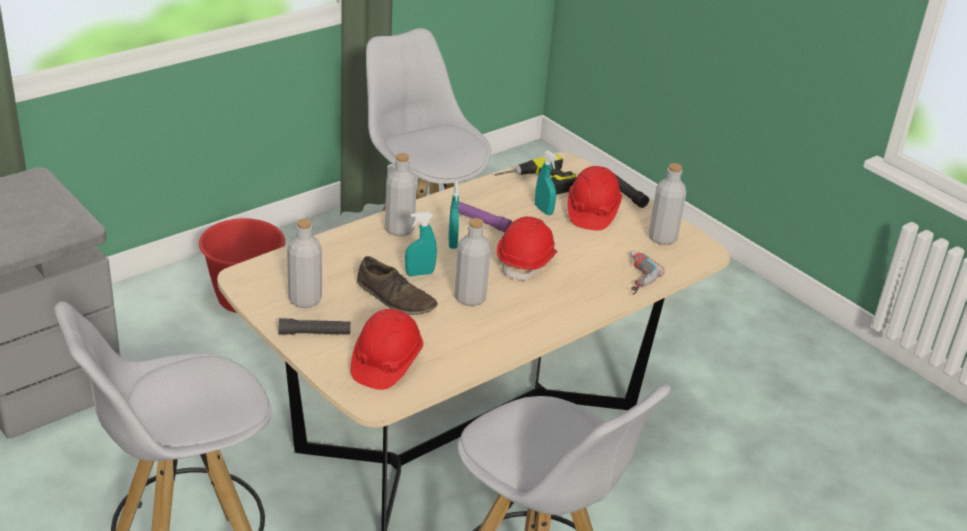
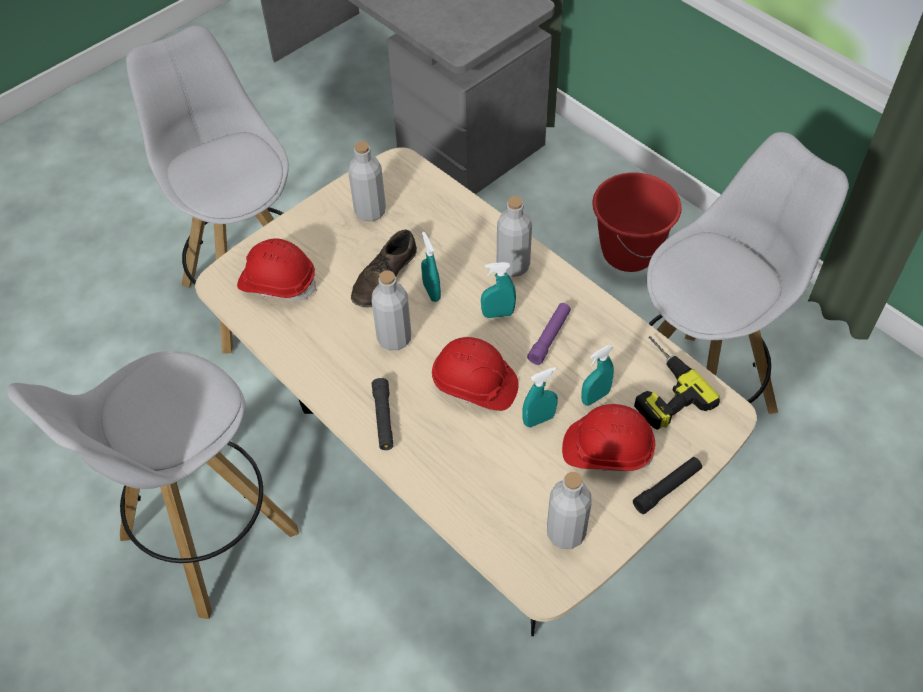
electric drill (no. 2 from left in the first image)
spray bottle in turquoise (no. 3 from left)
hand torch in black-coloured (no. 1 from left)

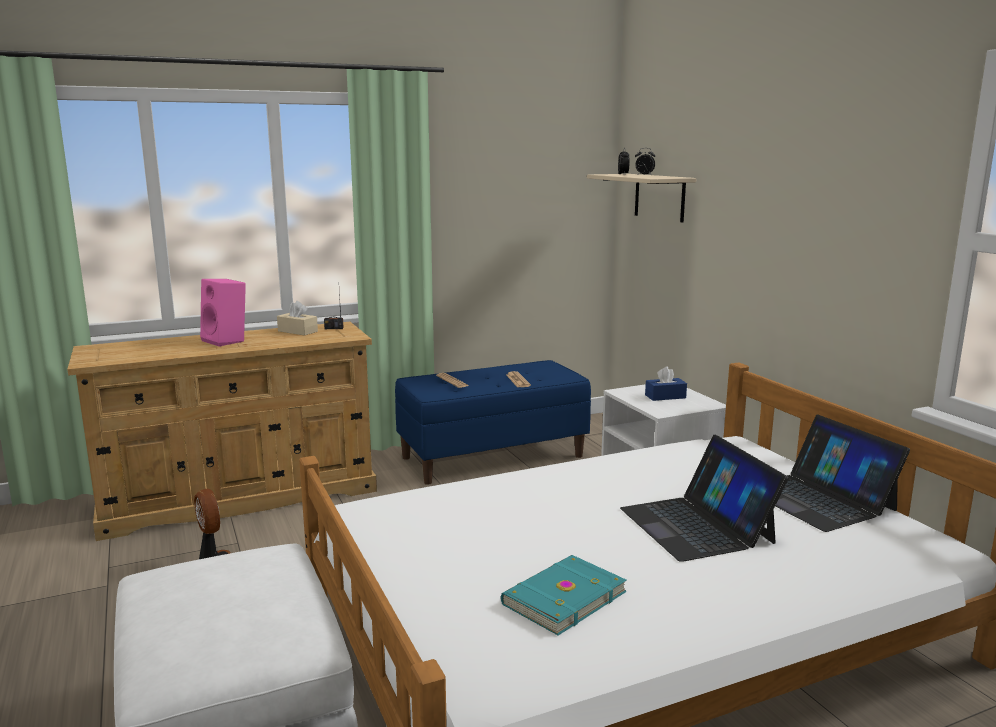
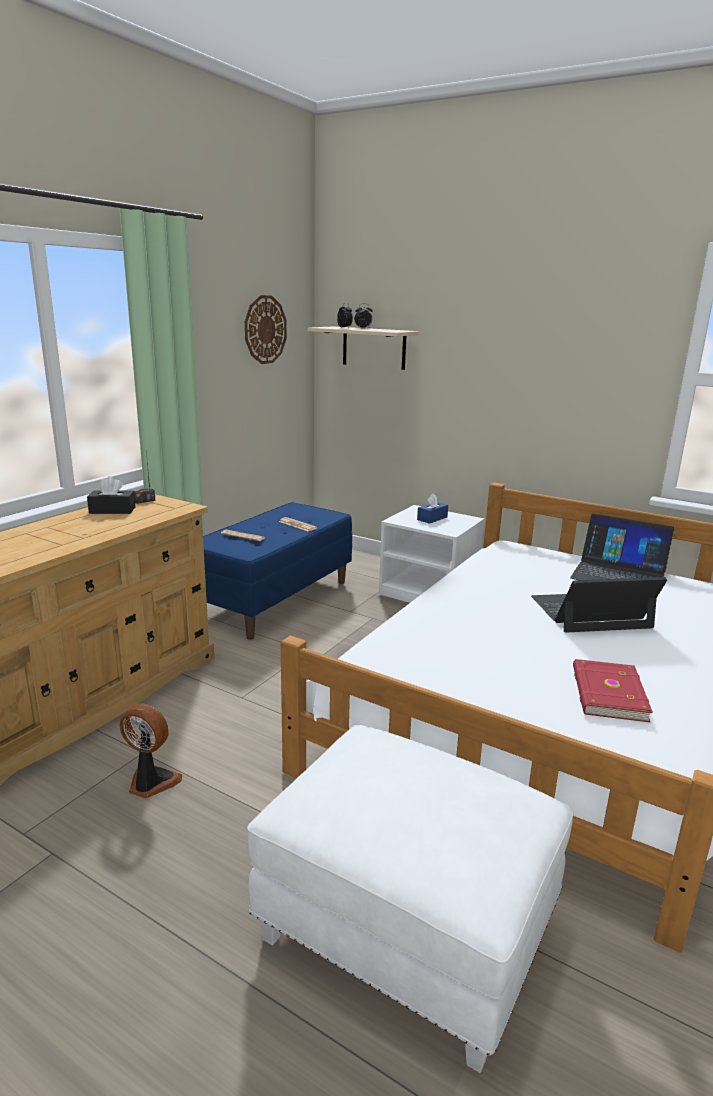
loudspeaker in pinkish
wall clock
tissue holder in black-coloured
book in red
notebook computer (no. 1 from left)

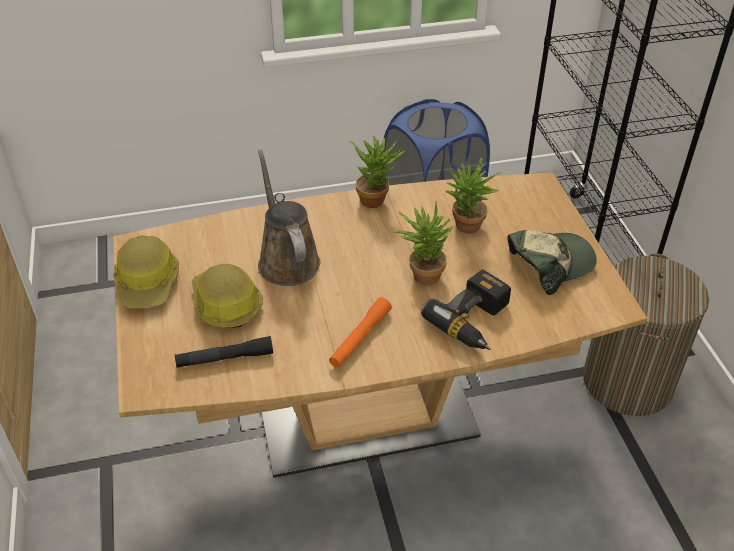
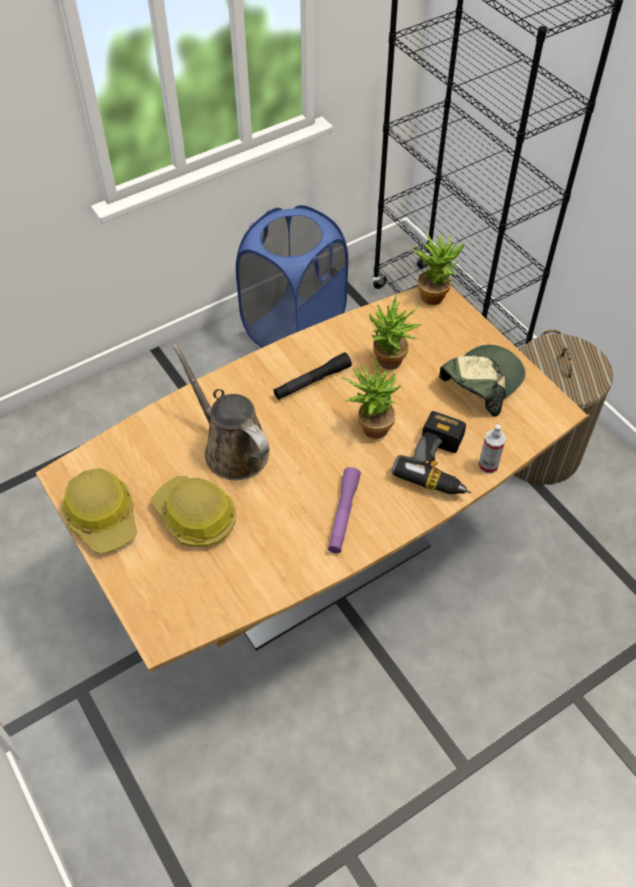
spray bottle
hand torch in black-coloured
houseplant (no. 3 from left)
hand torch in purple

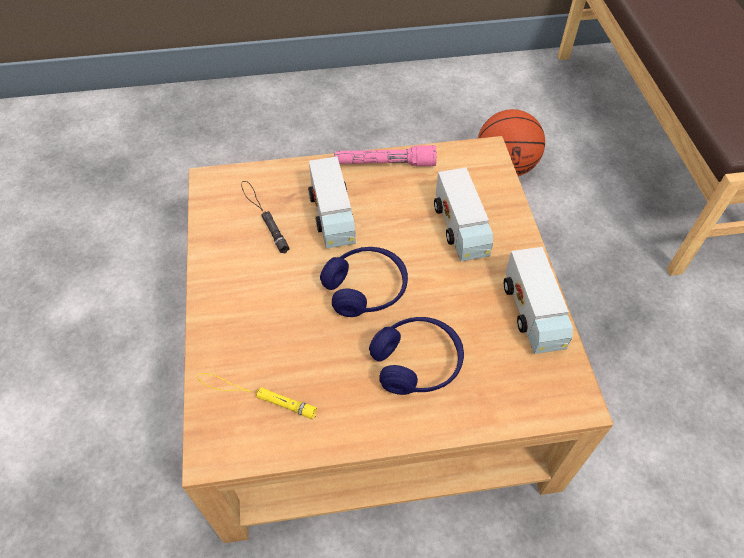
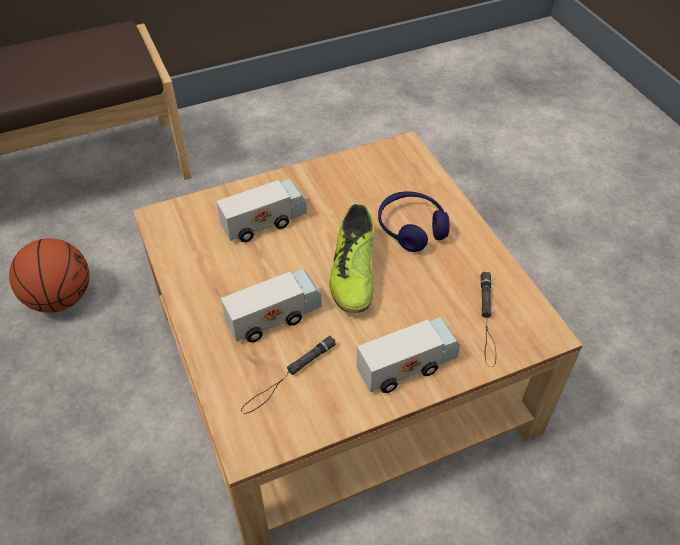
hand torch in pinkish
toy lorry (no. 3 from left)
low shoe
hand torch in black-coloured (no. 2 from left)

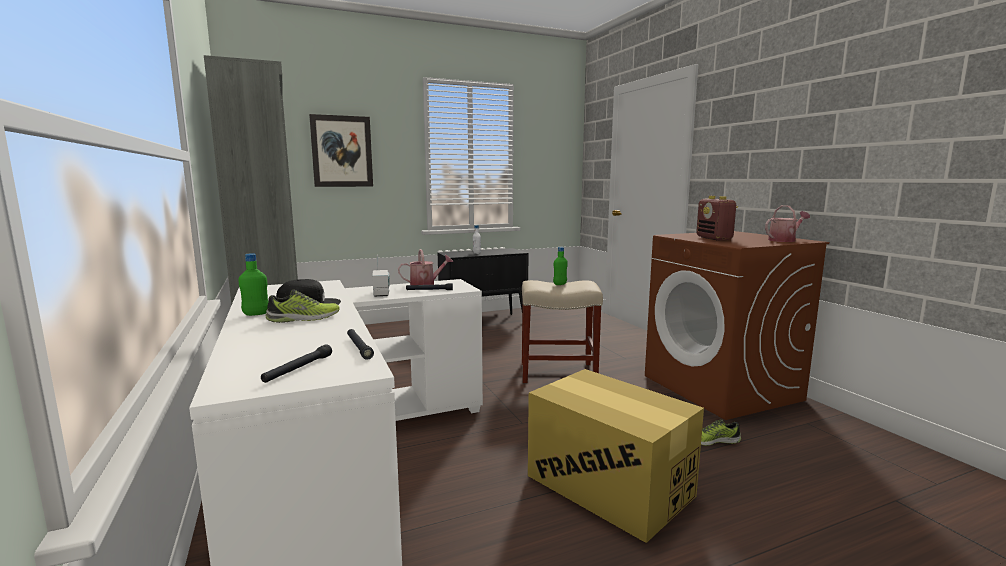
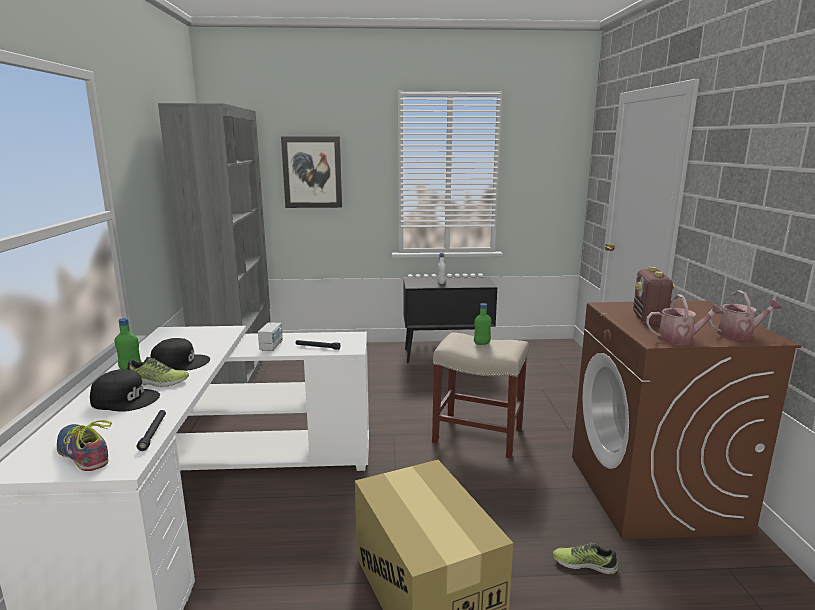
cap in black-coloured (no. 1 from left)
watering can (no. 1 from left)
low shoe (no. 1 from left)

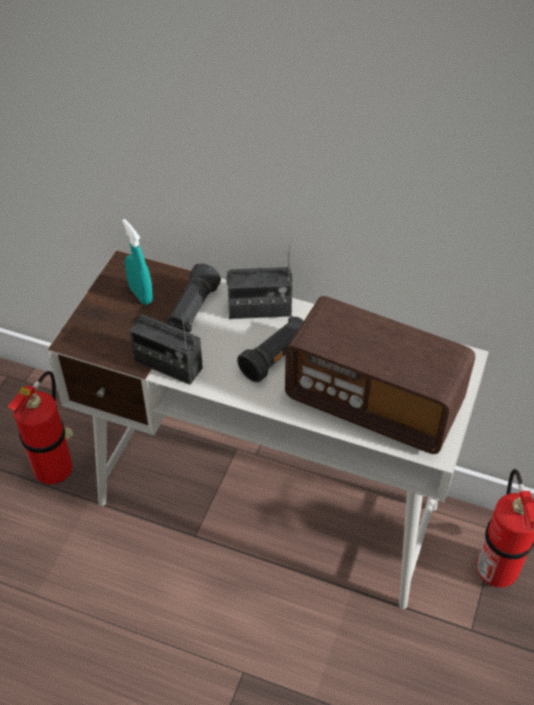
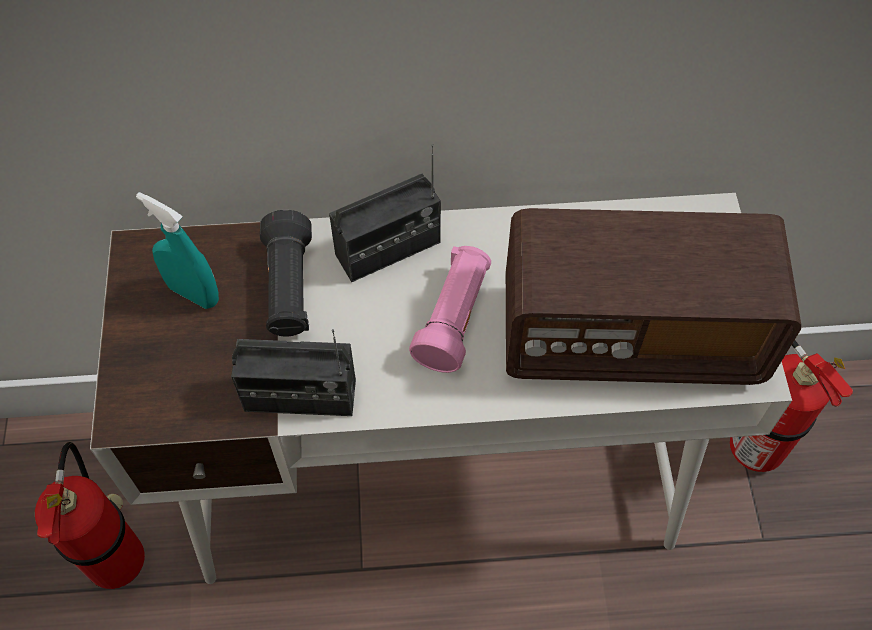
hand torch in pinkish

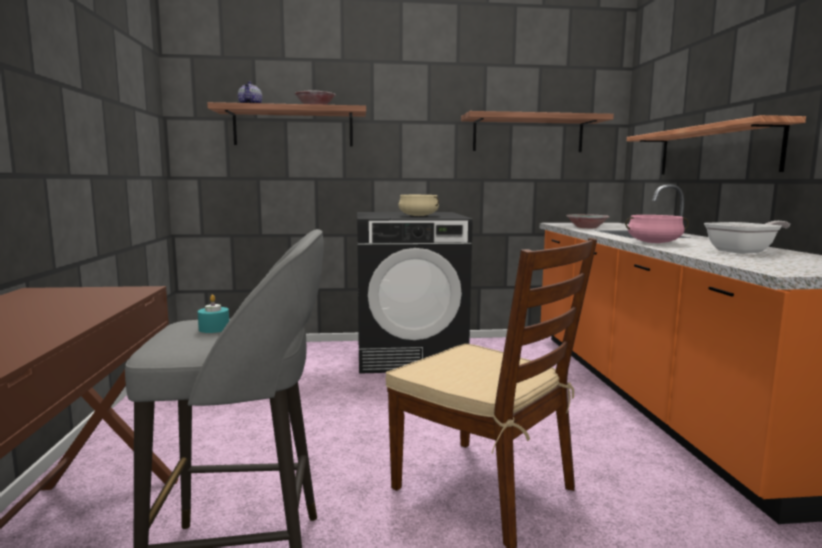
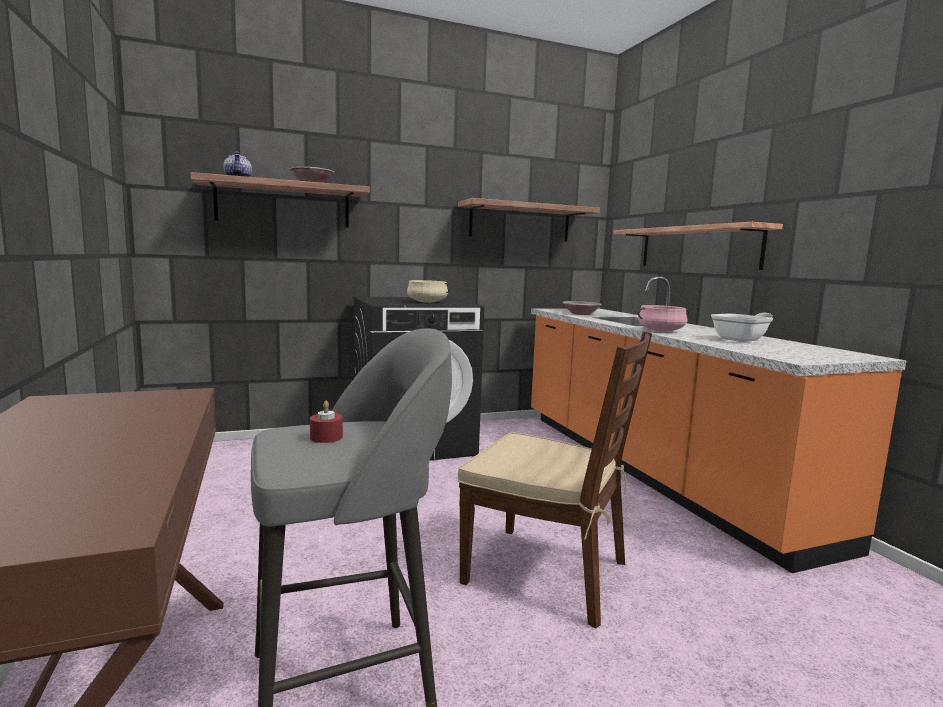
wax candle in red

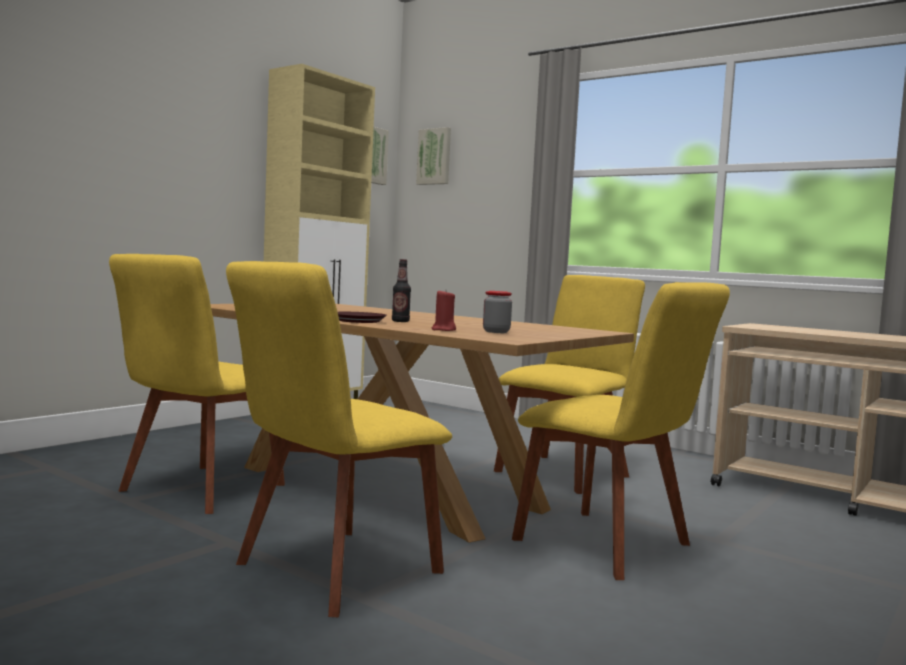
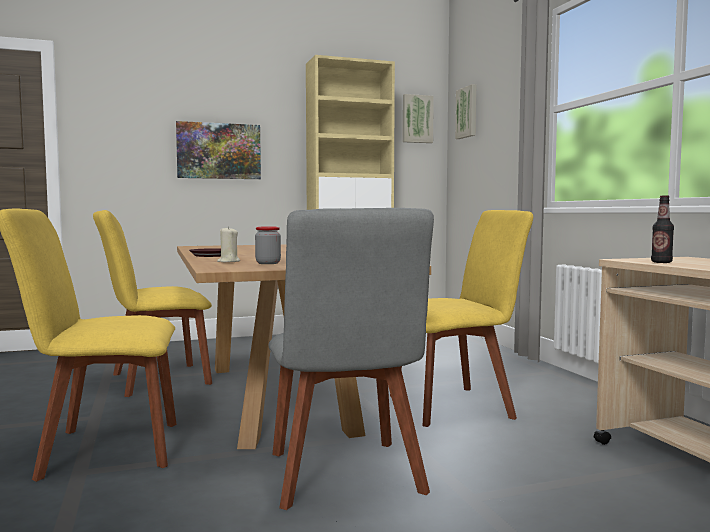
wall art (no. 1 from left)
drink bottle
wax candle in beige-coloured
plain chair in gray

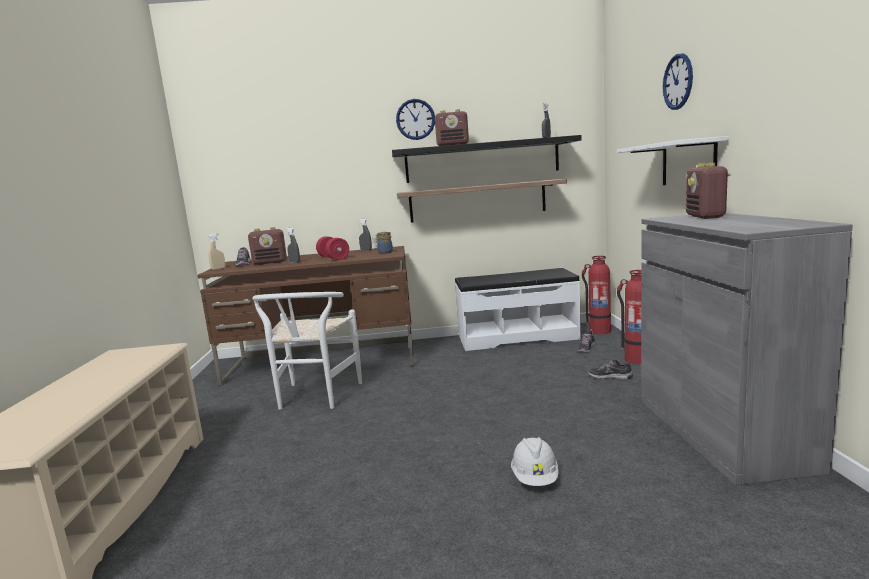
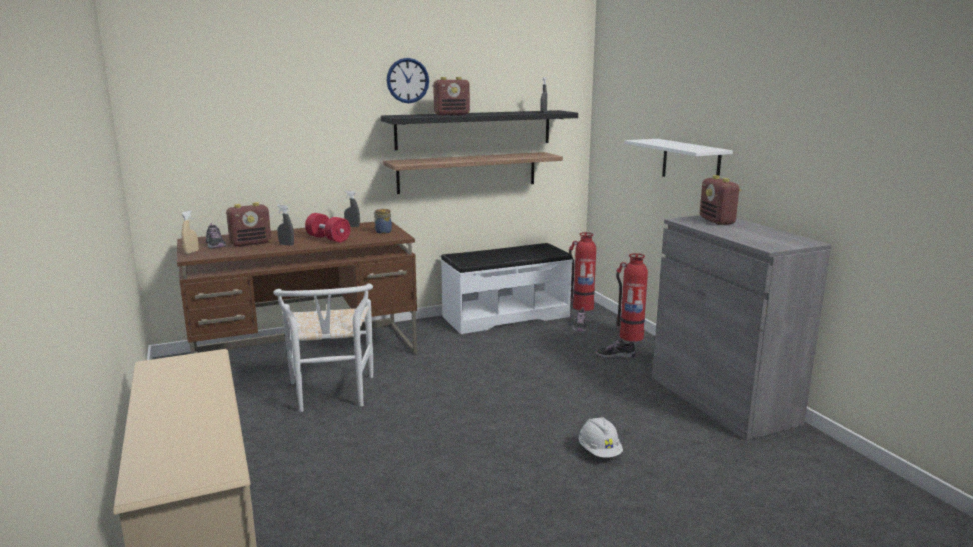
wall clock (no. 2 from left in the first image)

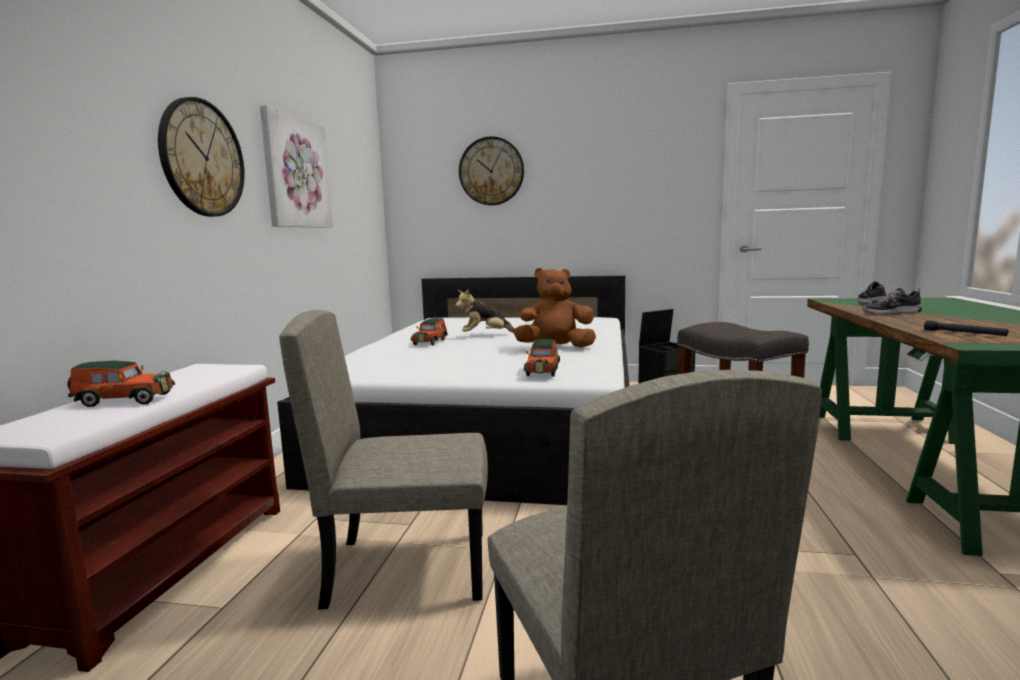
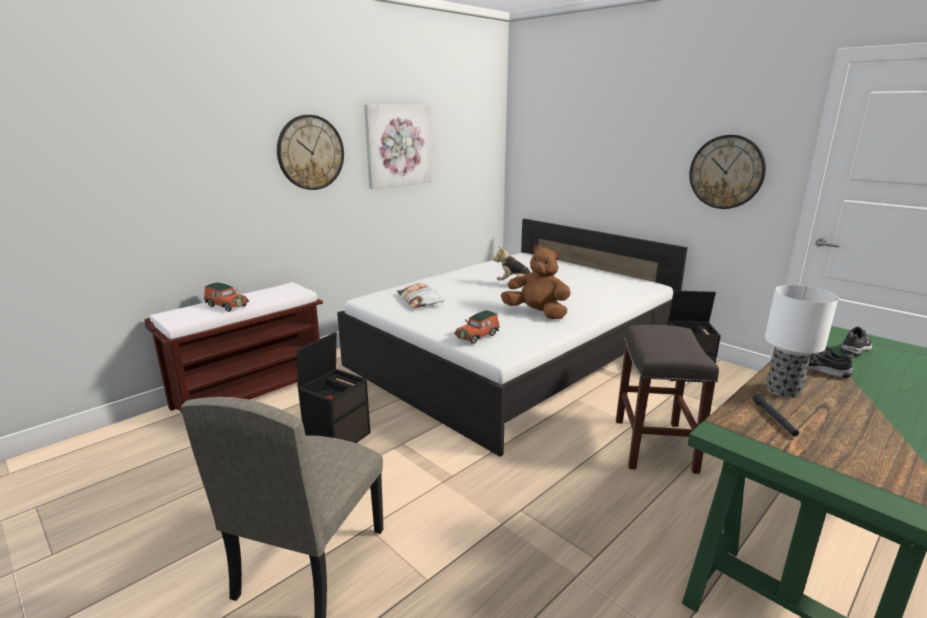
model car (no. 2 from left in the first image)
cushion
lamp for a table
wall clock (no. 2 from left)
storage box in black-coloured (no. 1 from left)

